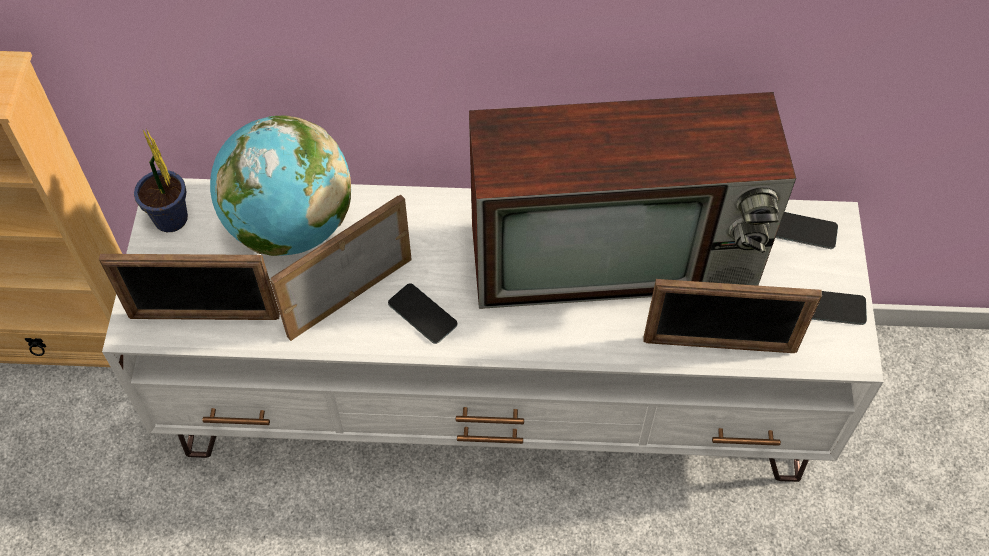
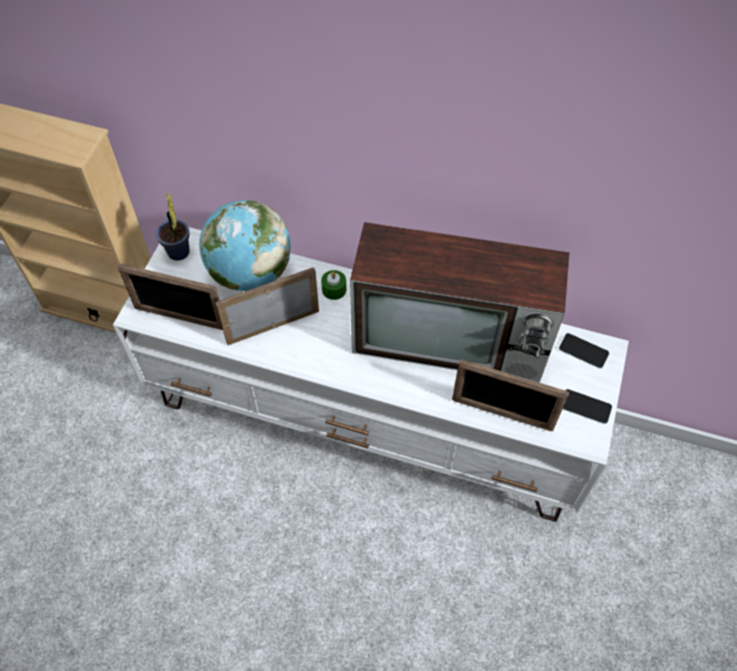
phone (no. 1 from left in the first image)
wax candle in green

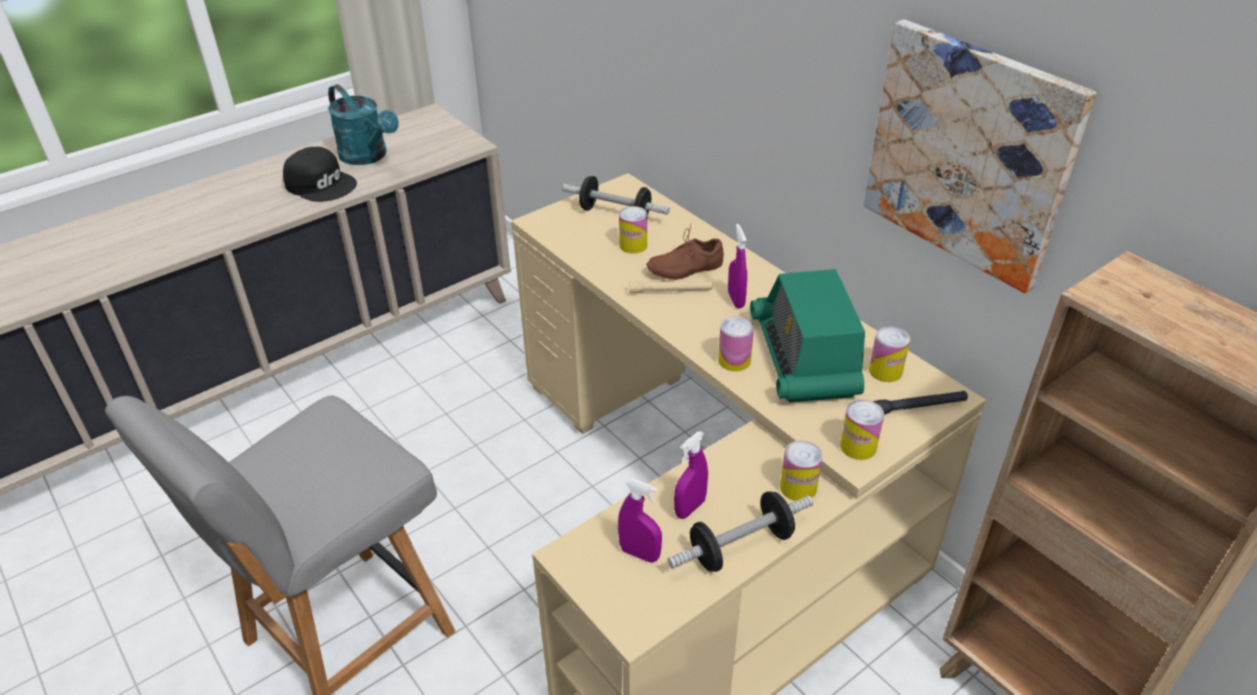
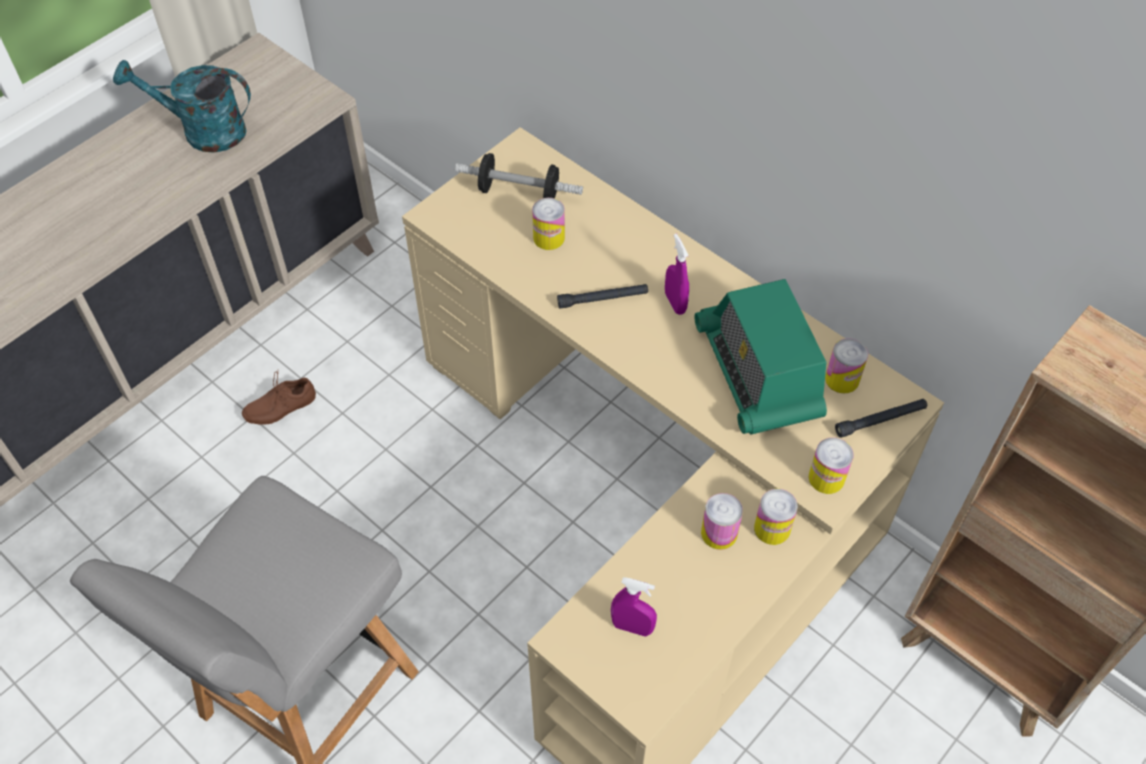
cap in black-coloured
free weight (no. 2 from left in the first image)
spray bottle in purple (no. 2 from left in the first image)
wall art
low shoe in brown
sealed can (no. 2 from left)
hand torch in black-coloured (no. 1 from left)
watering can in turquoise

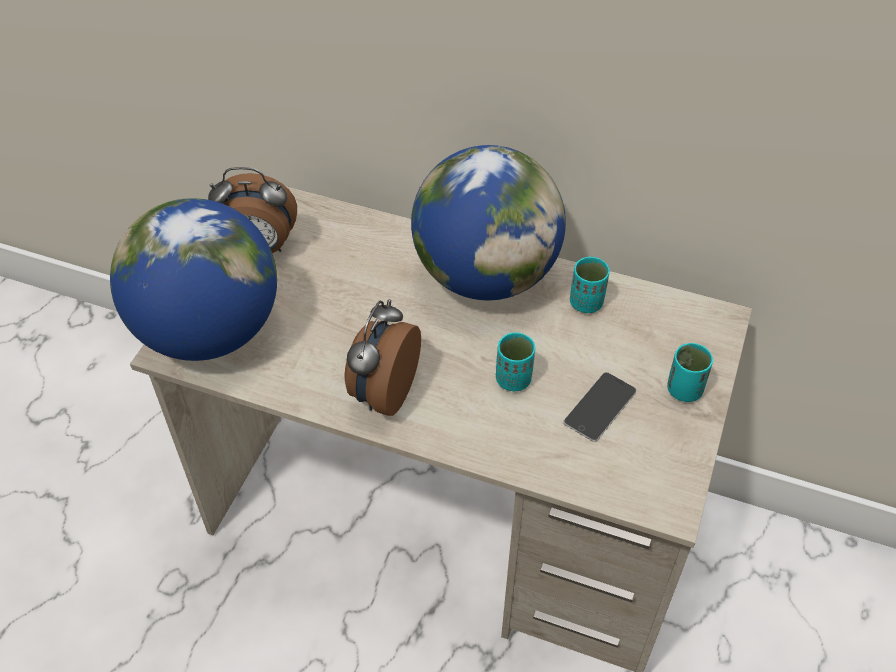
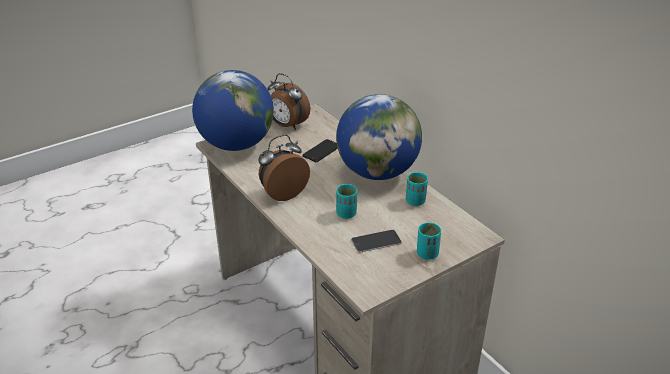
phone (no. 1 from left)

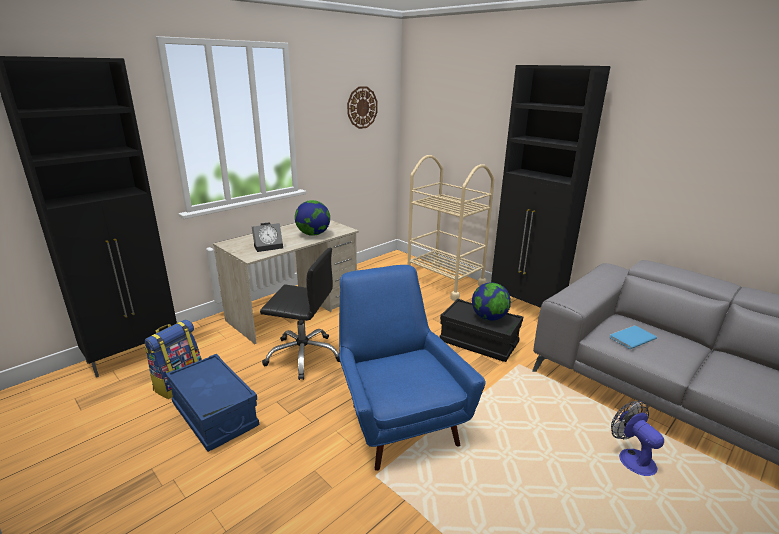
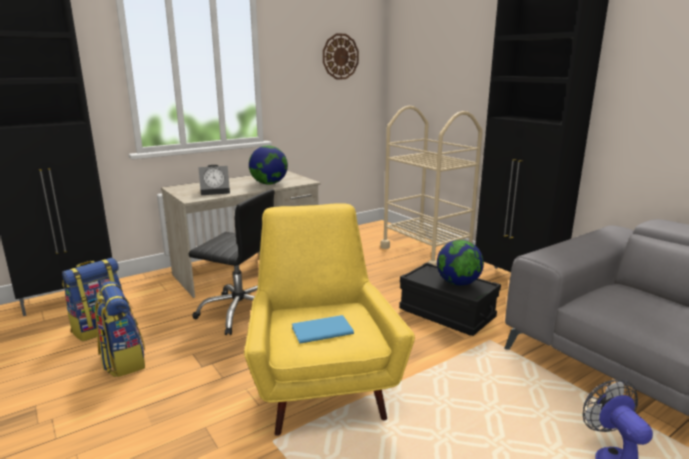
book in blue-coloured
rucksack (no. 2 from left)
easy chair in yellow-coloured

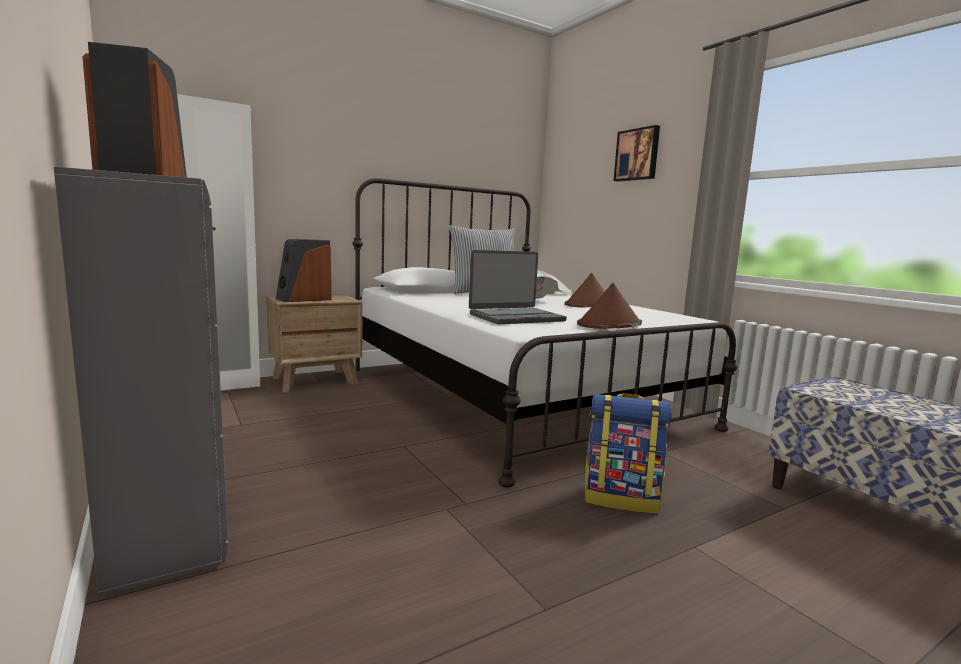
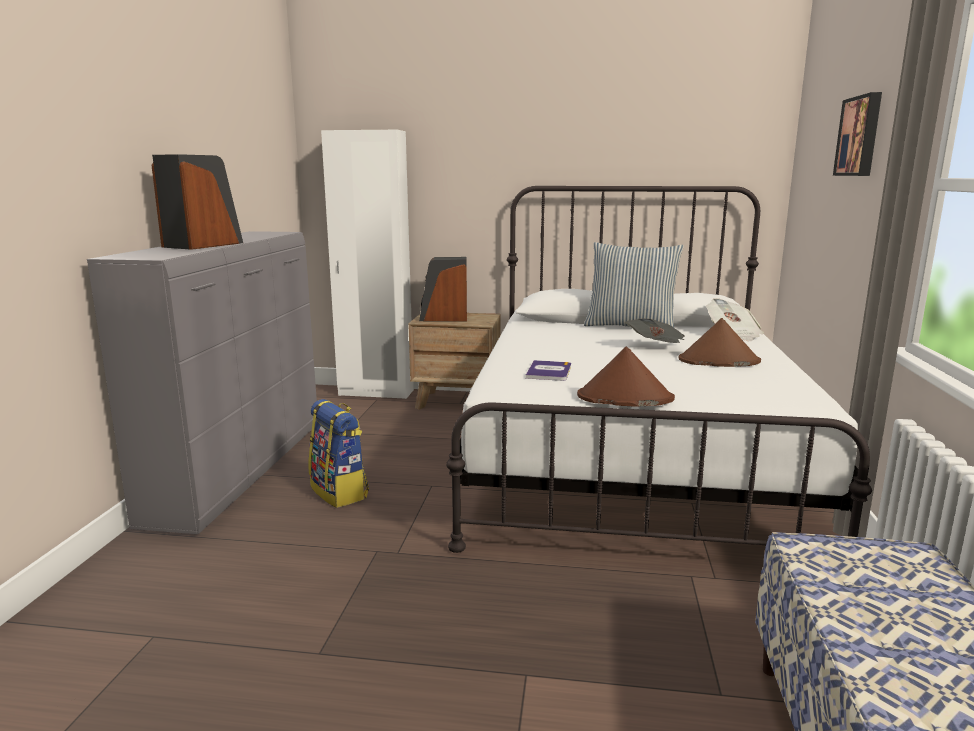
rucksack
book

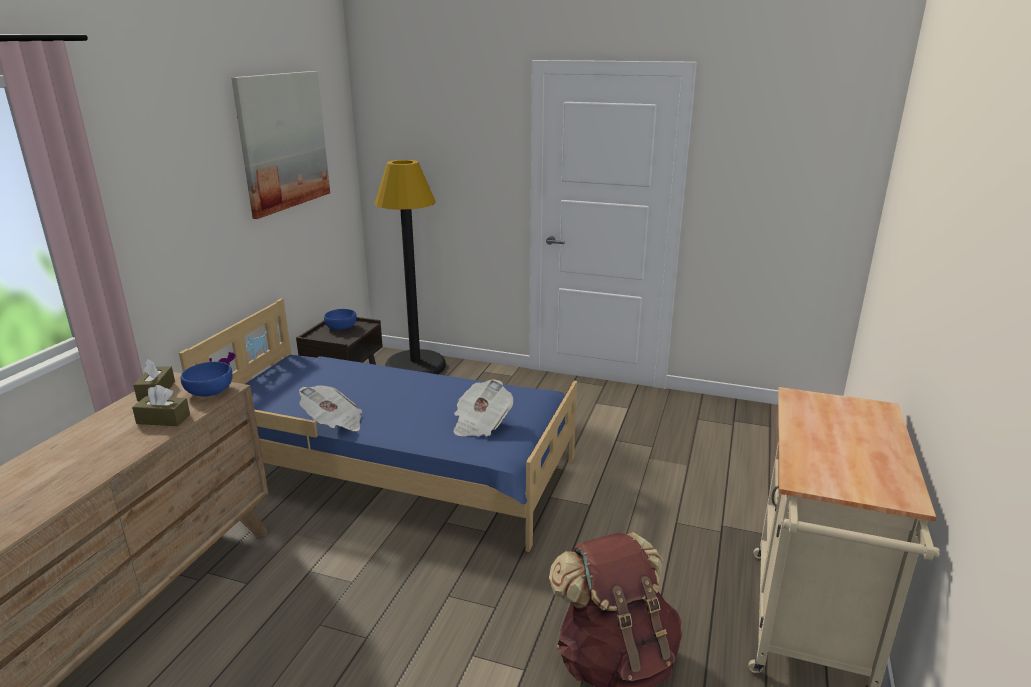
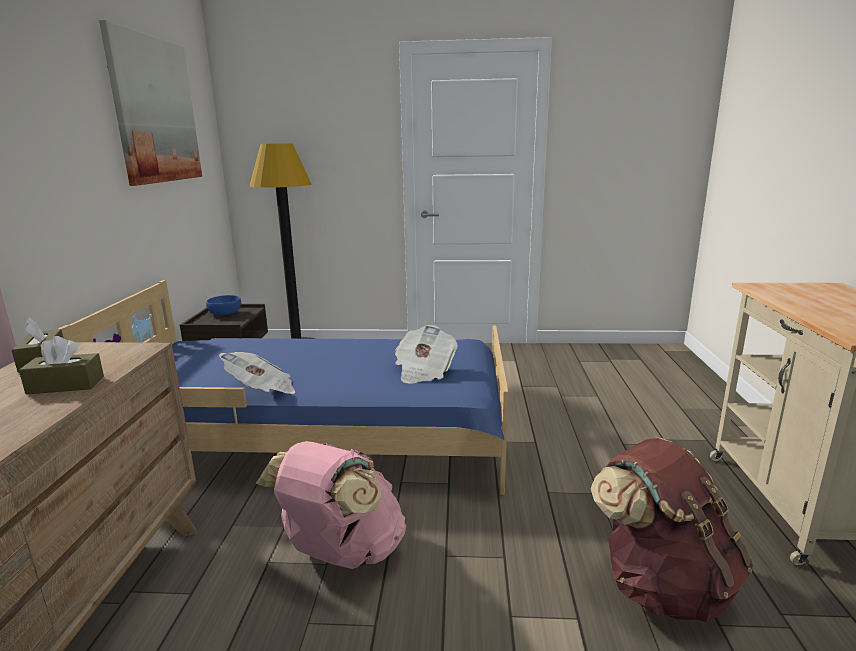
bowl in blue-coloured (no. 1 from left in the first image)
rucksack in pinkish

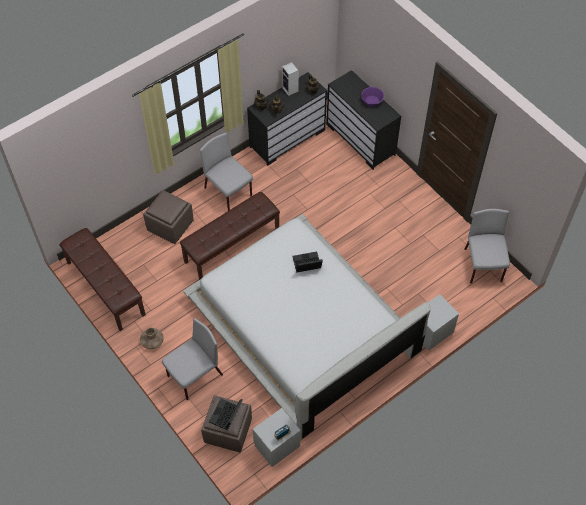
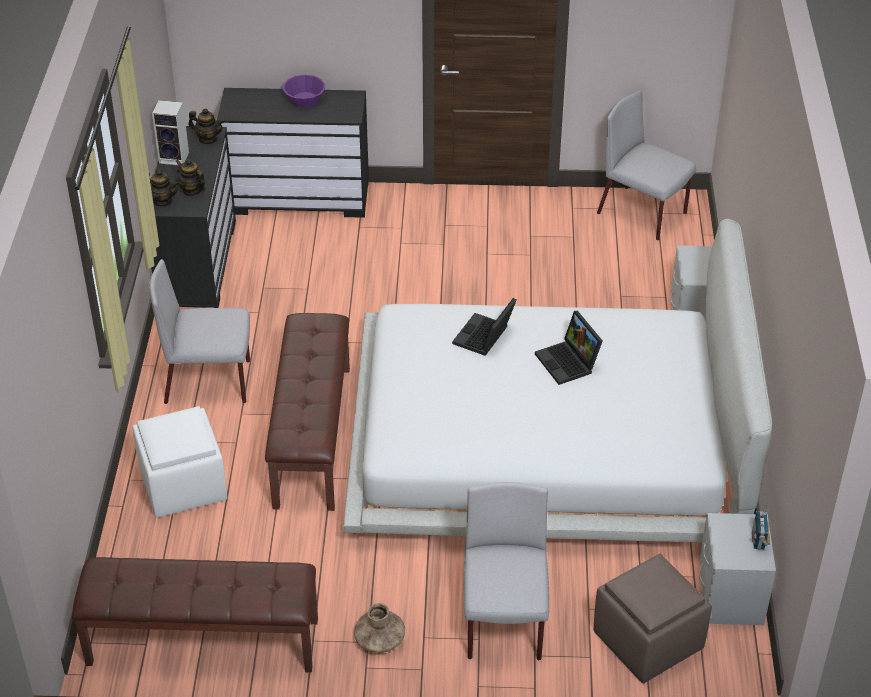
notebook computer (no. 2 from left)
footrest in whitish

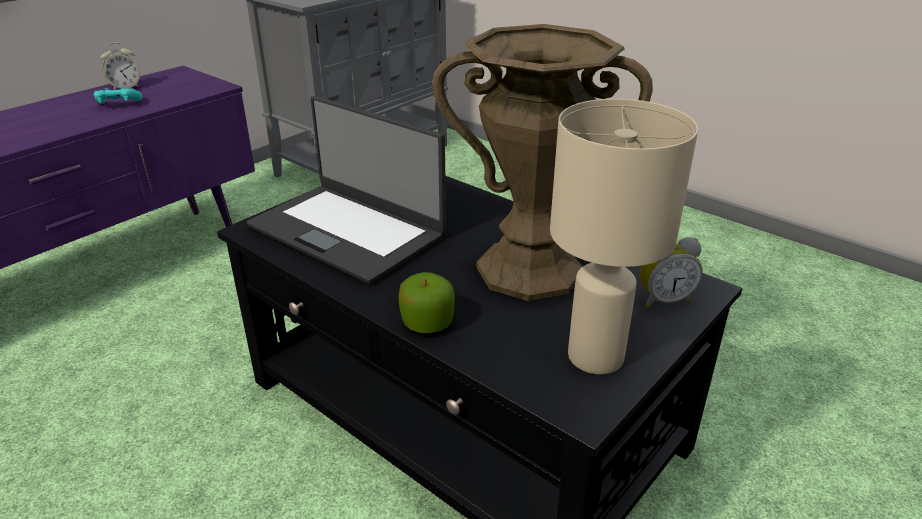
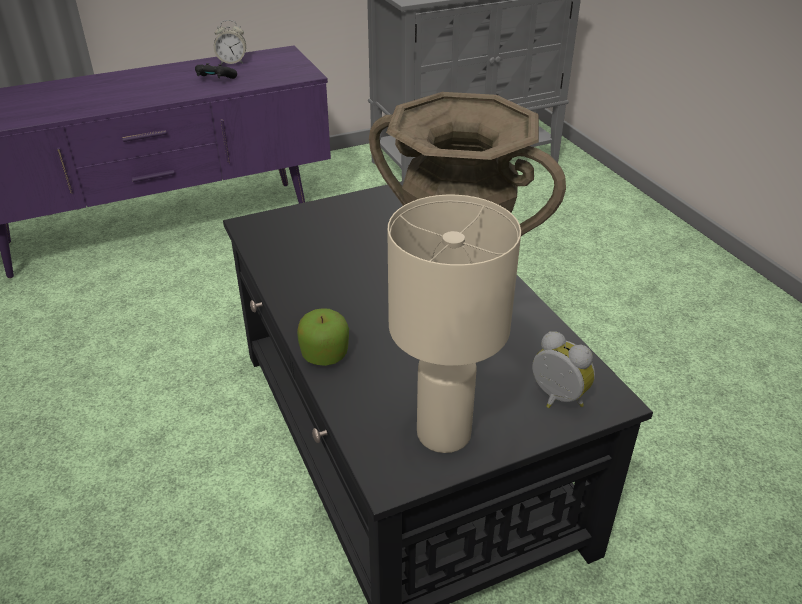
notebook computer
game controller in black-coloured
alarm clock (no. 2 from left)

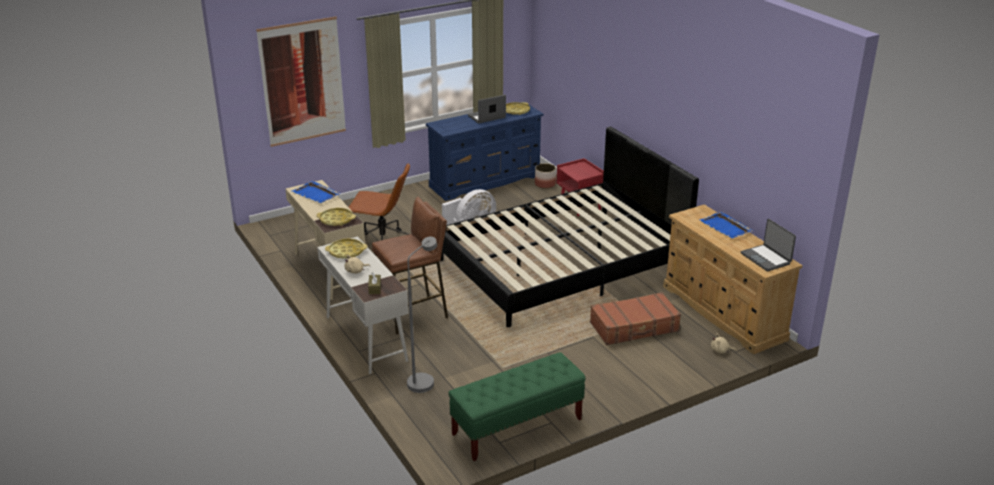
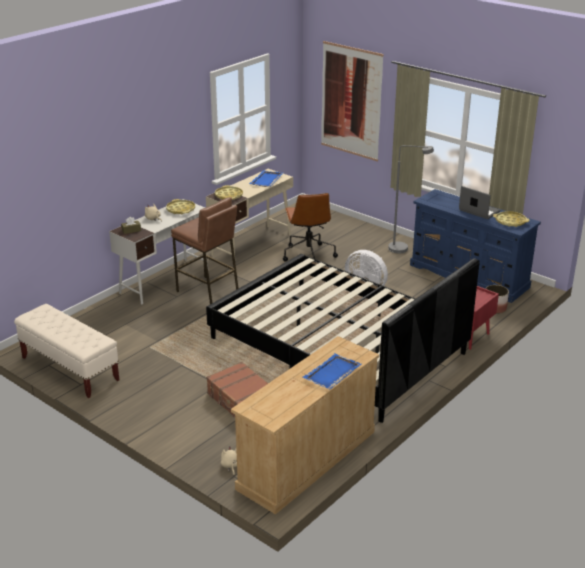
notebook computer (no. 2 from left in the first image)
standing lamp in gray
bench in beige-coloured

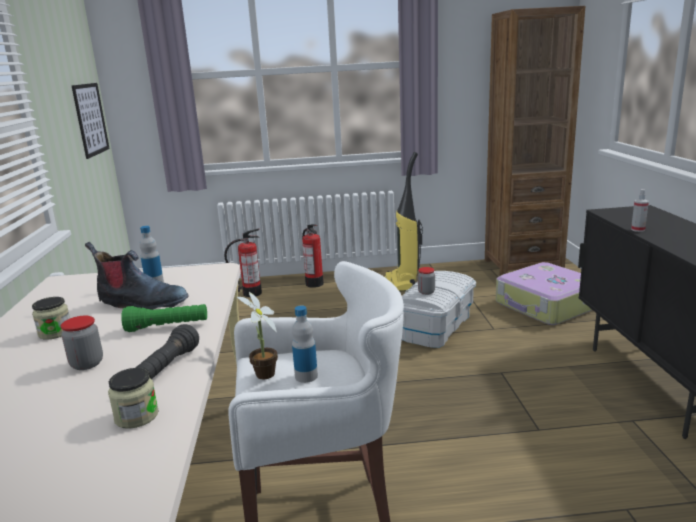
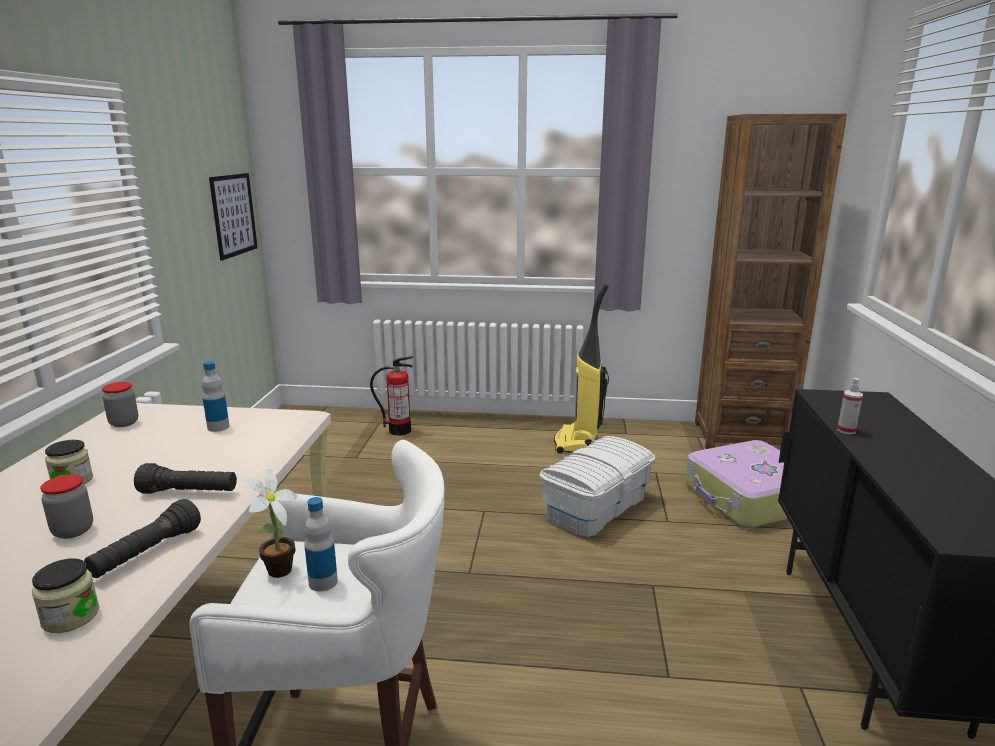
high-top boot
fire extinguisher (no. 2 from left in the first image)
preserve jar (no. 4 from left)
hand torch in black-coloured (no. 2 from left)

